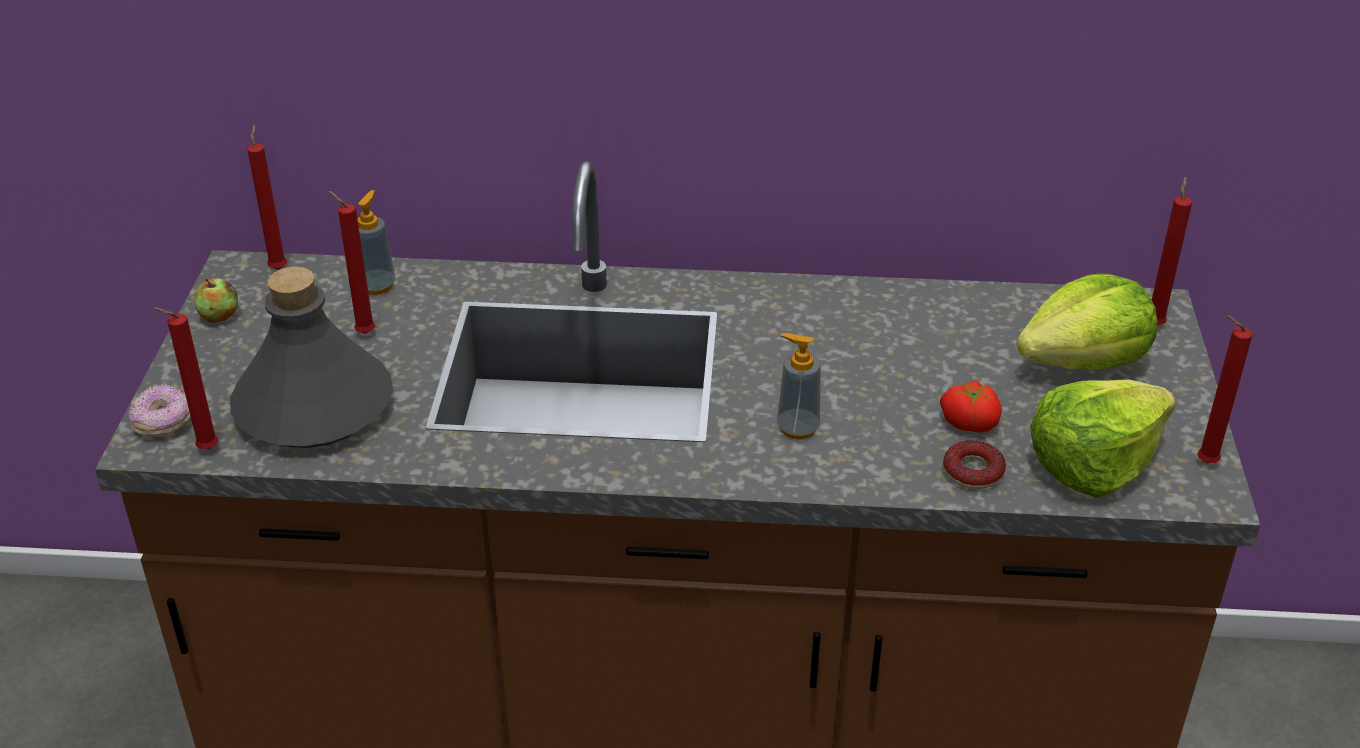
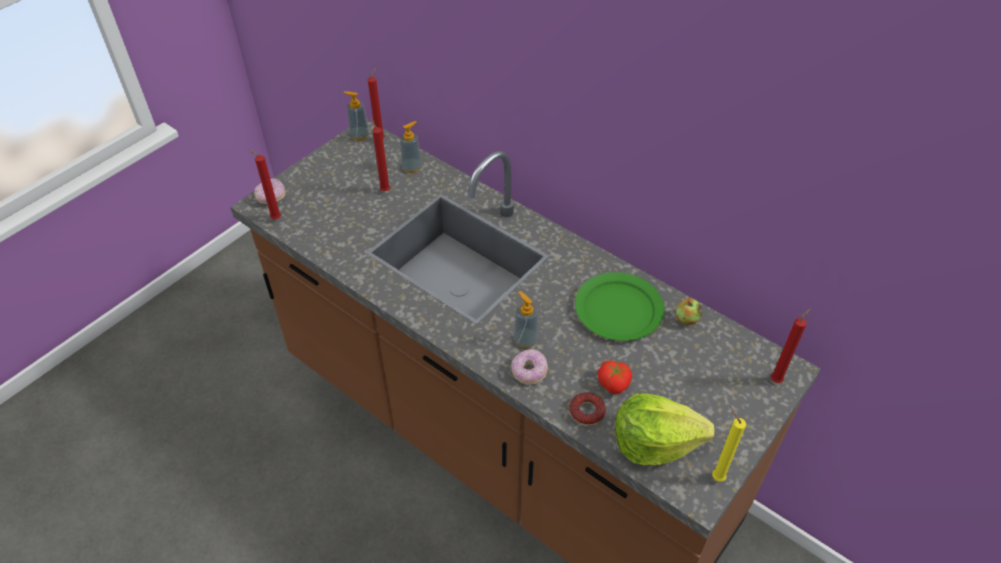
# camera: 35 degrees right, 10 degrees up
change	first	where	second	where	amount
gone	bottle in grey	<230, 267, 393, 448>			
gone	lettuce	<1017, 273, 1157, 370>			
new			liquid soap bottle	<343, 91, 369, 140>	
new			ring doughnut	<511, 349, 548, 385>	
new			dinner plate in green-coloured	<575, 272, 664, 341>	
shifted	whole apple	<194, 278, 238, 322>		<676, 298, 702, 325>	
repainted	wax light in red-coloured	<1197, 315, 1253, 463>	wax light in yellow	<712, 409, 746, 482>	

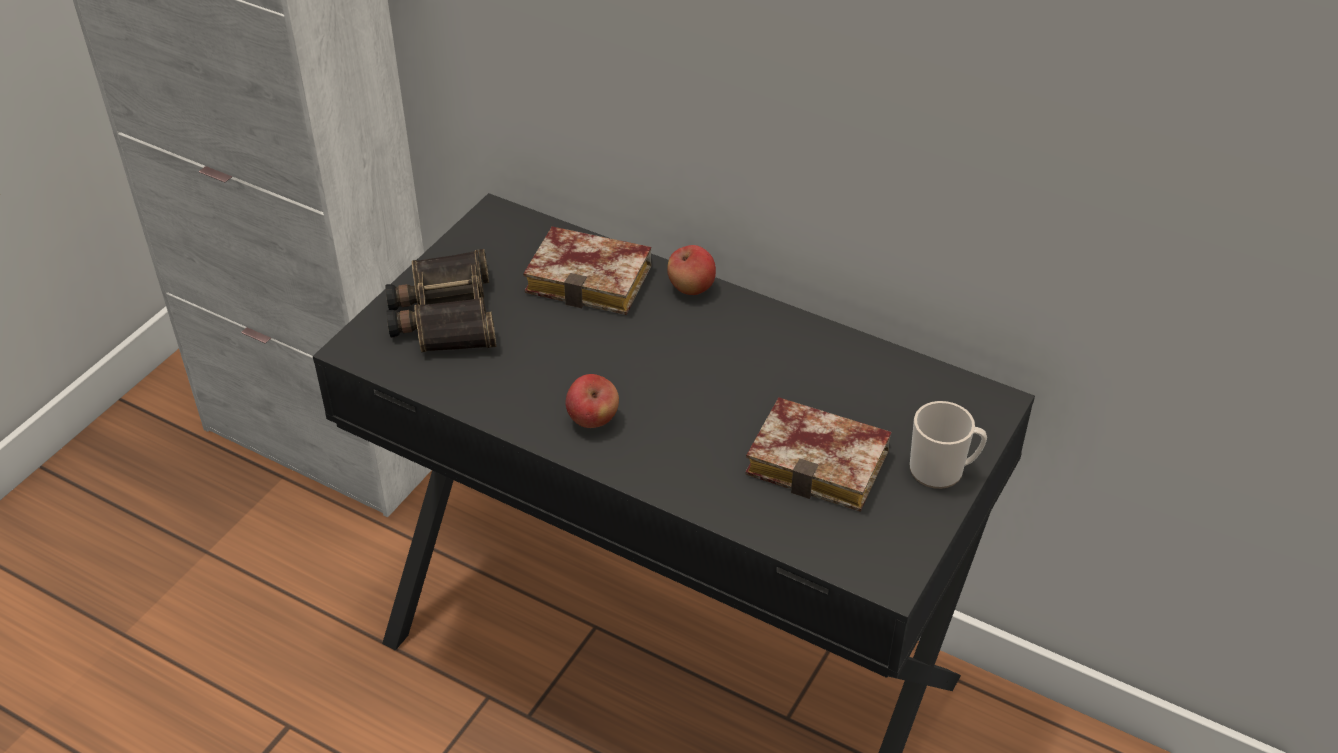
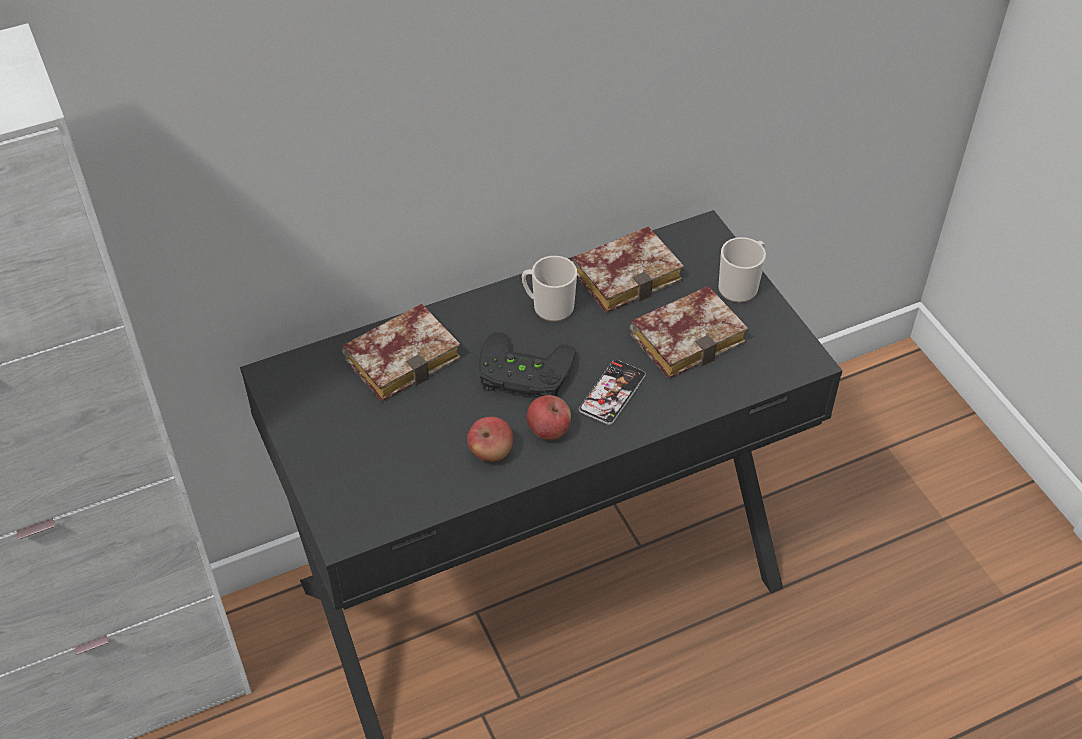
# camera: 55 degrees left, 5 degrees up
change	first	where	second	where	amount
gone	binoculars	<385, 249, 497, 352>			
new			gamepad in blackish	<479, 332, 576, 397>	
new			tea mug	<522, 256, 577, 322>	
new			bound book	<572, 227, 684, 313>	
new			telephone	<579, 360, 646, 425>	
shifted	whole apple	<667, 245, 716, 295>		<467, 417, 513, 462>	

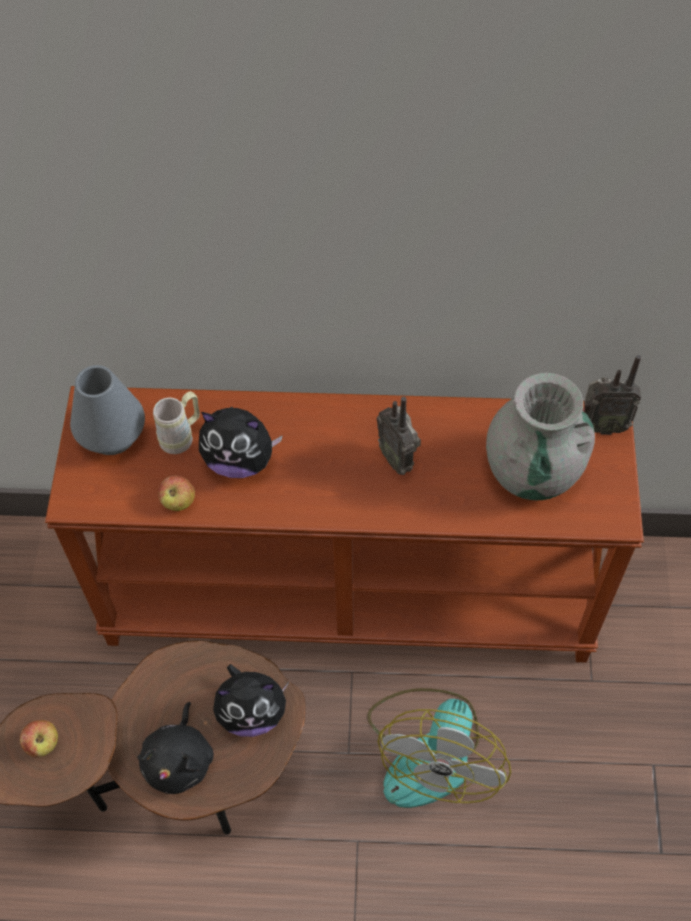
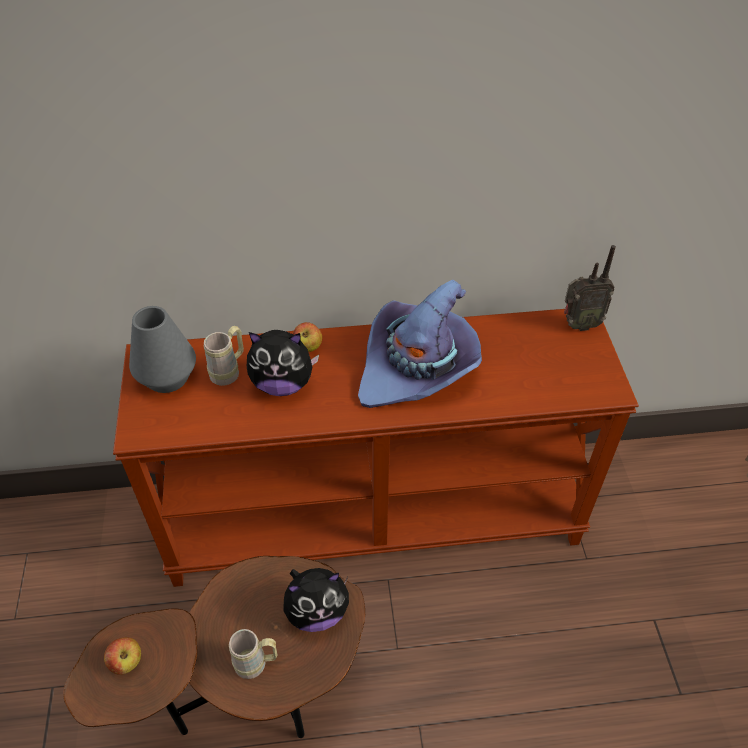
# camera: 10 degrees left, 10 degrees down
change	first	where	second	where	amount
gone	fan	<367, 688, 511, 808>			
gone	decorative vase in grey	<486, 373, 595, 500>			
shifted	whole apple	<158, 475, 195, 511>		<293, 322, 322, 352>	
swapped	soft toy in blackish	<138, 702, 214, 794>	tea mug in sand-coloured	<229, 629, 277, 679>	
swapped	radio	<377, 397, 421, 475>	clothing hat in purple	<358, 280, 482, 408>	

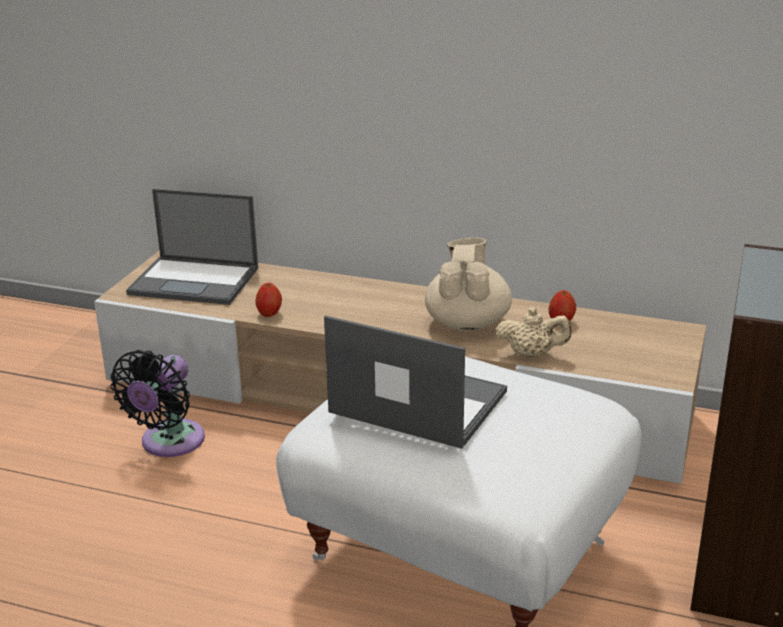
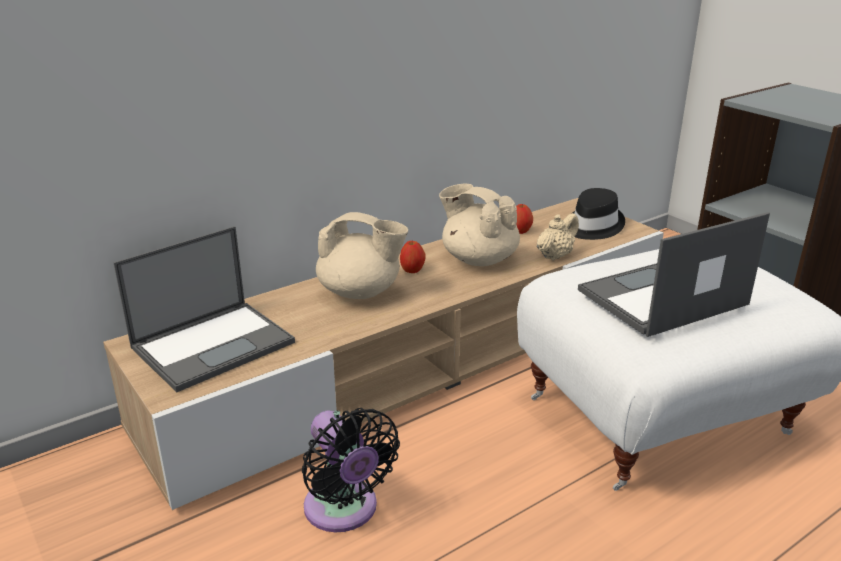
# camera: 55 degrees left, 0 degrees up
change	first	where	second	where	amount
new			pot for tea in sand-coloured	<316, 212, 408, 299>	
new			clothing hat in blackish	<569, 188, 625, 240>	
shifted	whole apple	<255, 283, 282, 317>		<400, 241, 426, 273>	

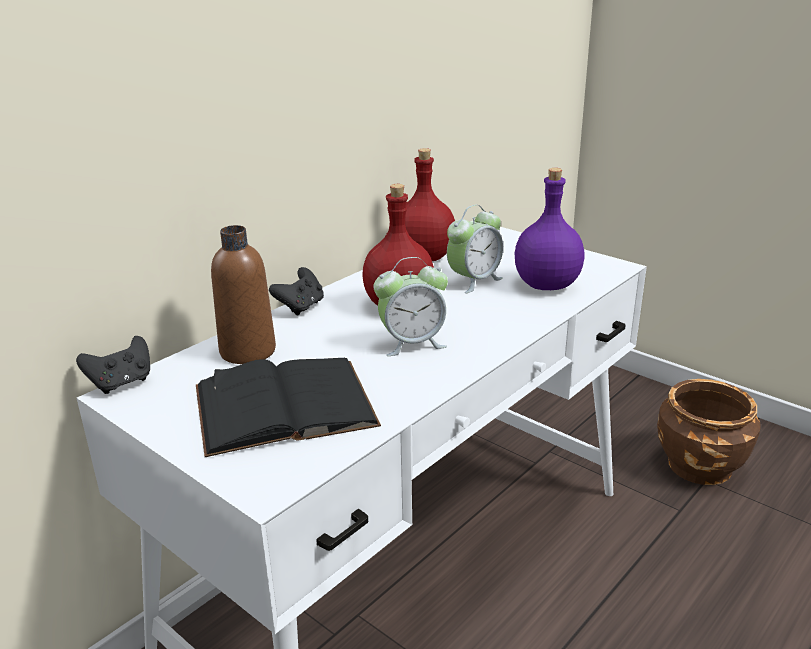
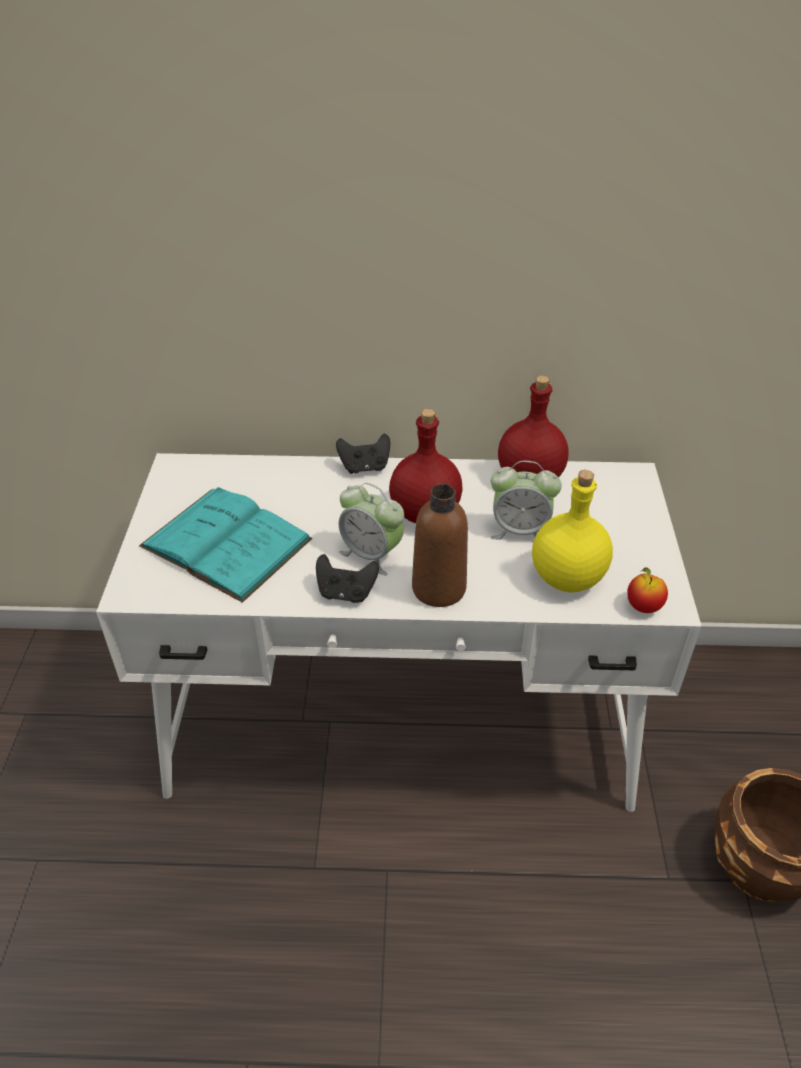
# camera: 50 degrees right, 15 degrees up
change	first	where	second	where	amount
new			whole apple	<627, 567, 668, 613>	
shifted	gamepad in blackish	<76, 336, 150, 394>		<316, 554, 379, 603>	
shifted	bottle in brown	<211, 225, 276, 364>		<412, 484, 468, 607>	
repainted	bound book in blackish	<196, 358, 381, 457>	bound book in turquoise	<139, 487, 312, 603>	
repainted	bottle in purple	<515, 168, 585, 290>	bottle in yellow	<532, 470, 613, 593>	

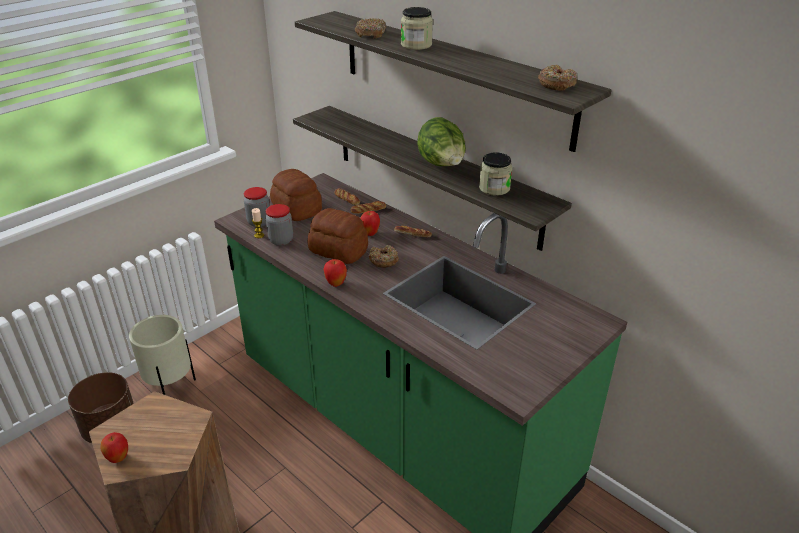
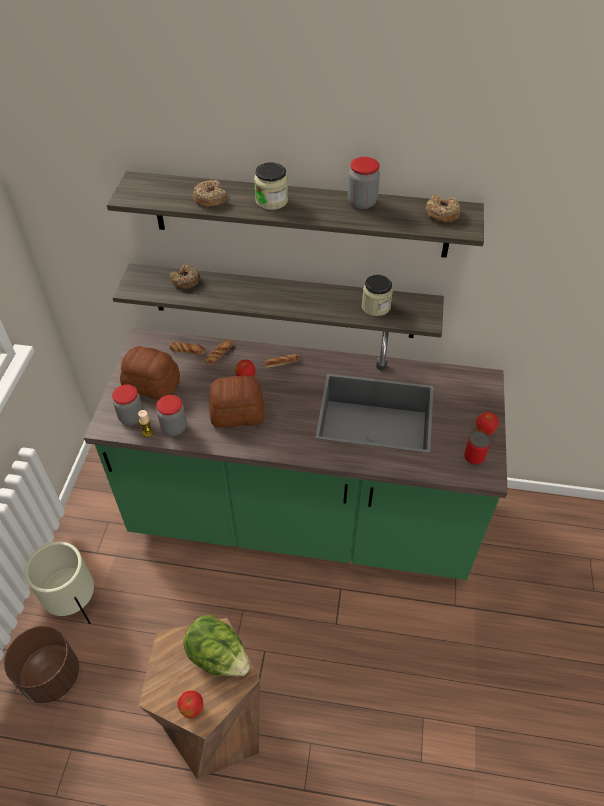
# camera: 35 degrees left, 15 degrees up
change	first	where	second	where	amount
new			jar	<348, 157, 380, 209>	
new			can	<464, 431, 490, 465>	
shifted	whole apple	<324, 259, 347, 287>		<476, 412, 499, 436>	
shifted	ring doughnut	<369, 245, 399, 268>		<170, 264, 200, 289>	
shifted	lettuce	<417, 117, 466, 166>		<183, 615, 250, 676>	

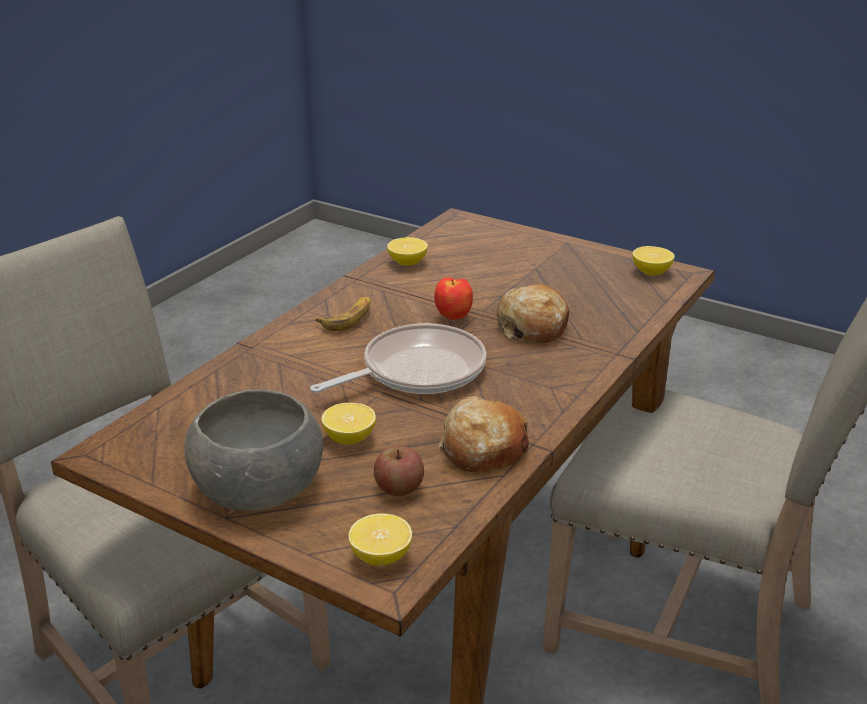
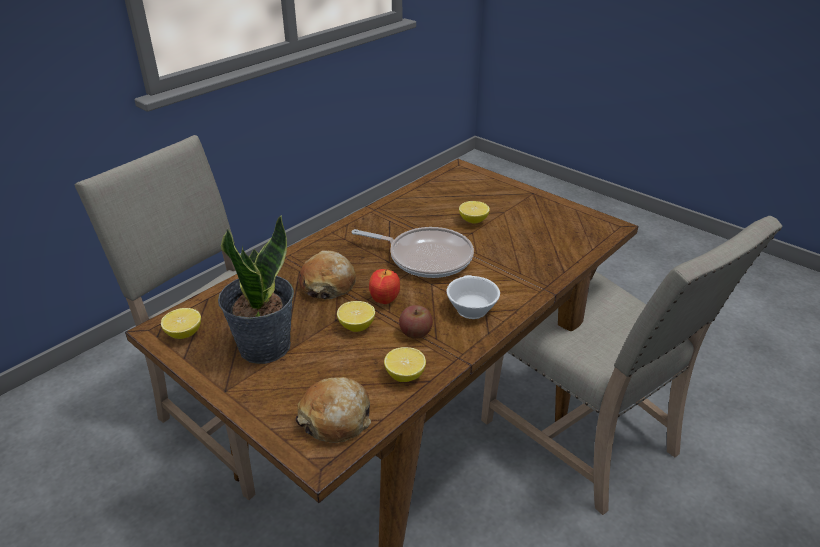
# camera: 170 degrees left, 5 degrees up
change	first	where	second	where	amount
gone	serving bowl in grey	<184, 389, 323, 511>			
new			potted plant	<218, 215, 294, 364>	
shifted	citrus fruit	<348, 513, 412, 566>		<337, 301, 375, 332>	
shifted	whole apple	<374, 446, 424, 496>		<399, 305, 433, 339>	
shifted	bread	<439, 396, 529, 472>		<296, 377, 371, 443>	
swapped	banana	<316, 297, 370, 331>	cup in whitish	<447, 275, 500, 319>	
rotated	skillet	<310, 323, 486, 394>		<352, 227, 474, 278>	135 degrees counterclockwise

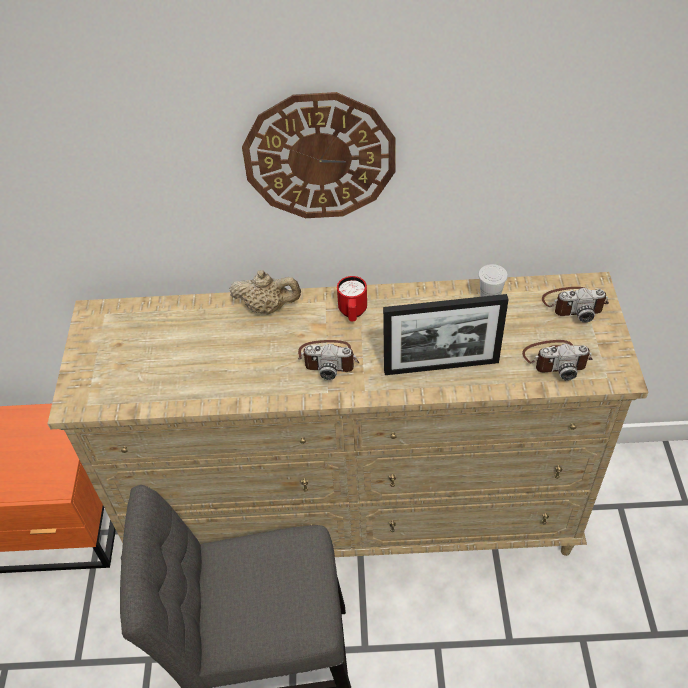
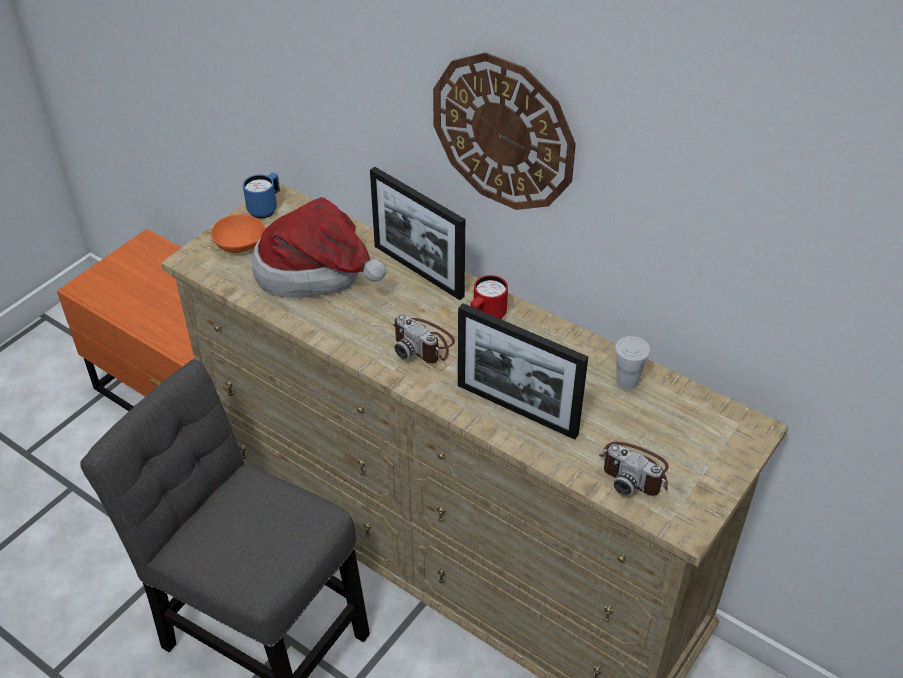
# camera: 35 degrees right, 5 degrees down
change	first	where	second	where	amount
gone	photo camera	<542, 287, 609, 323>			
new			serving bowl in orange	<211, 214, 265, 253>	
new			tea mug in blue	<243, 173, 280, 219>	
new			clothing hat	<252, 197, 386, 298>	
swapped	pot for tea in sand-coloured	<229, 270, 301, 314>	photo frame	<370, 167, 465, 300>	

